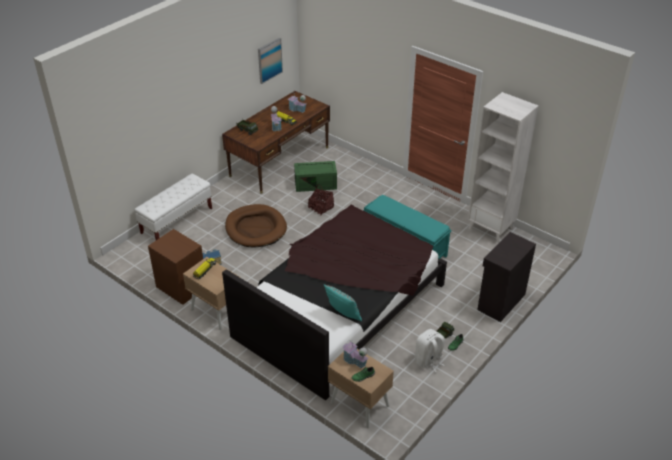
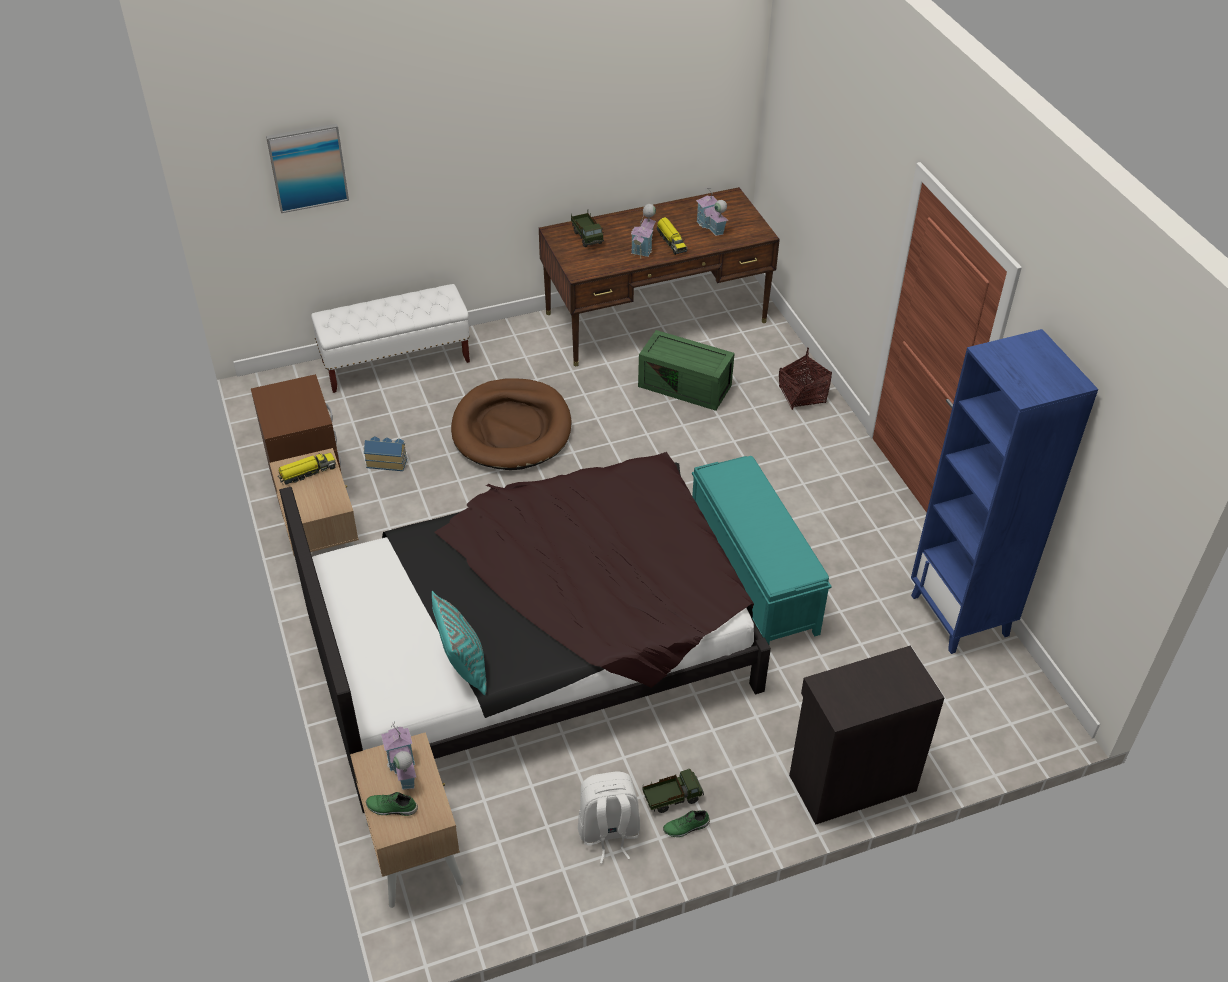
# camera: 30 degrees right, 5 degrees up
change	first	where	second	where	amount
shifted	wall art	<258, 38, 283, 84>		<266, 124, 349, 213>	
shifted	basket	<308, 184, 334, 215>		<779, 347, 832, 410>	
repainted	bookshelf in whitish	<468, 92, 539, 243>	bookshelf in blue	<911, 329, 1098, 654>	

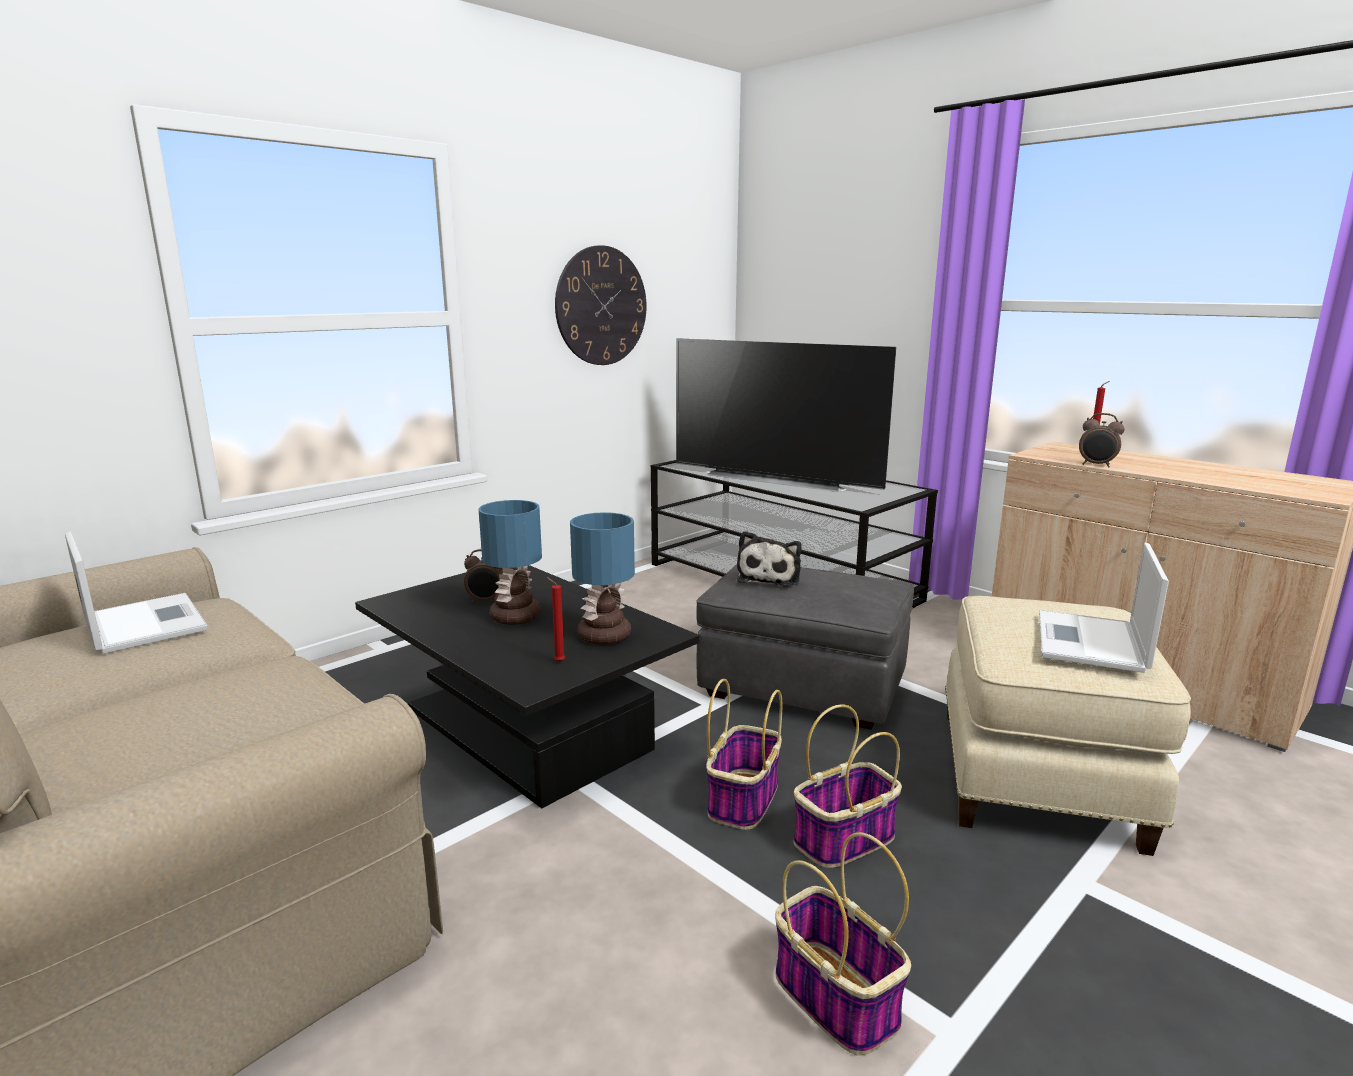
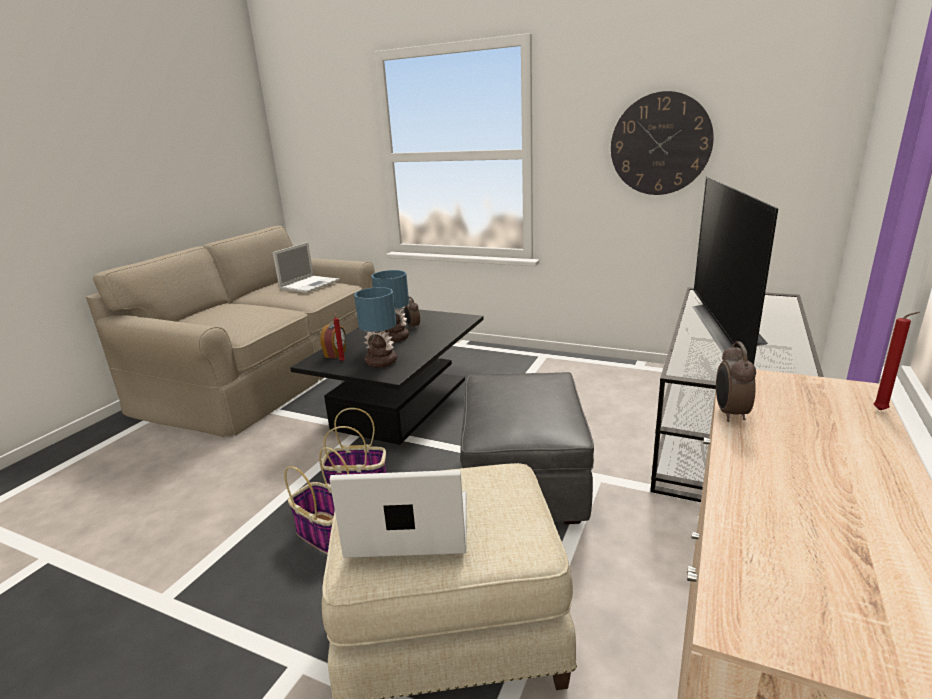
# camera: 70 degrees right, 5 degrees up
change	first	where	second	where	amount
gone	soft toy	<737, 531, 802, 587>			
gone	basket	<775, 832, 911, 1055>			
new			table clock	<320, 324, 346, 359>	

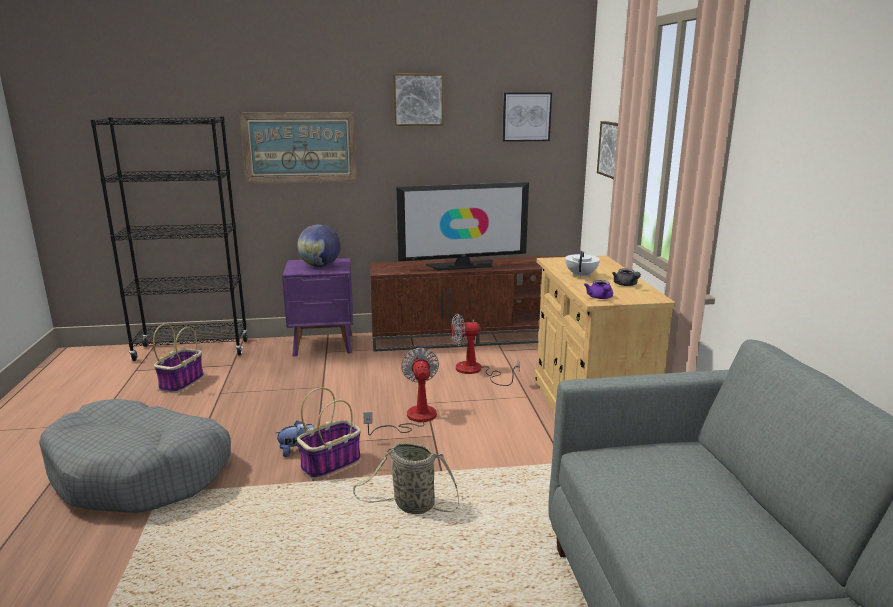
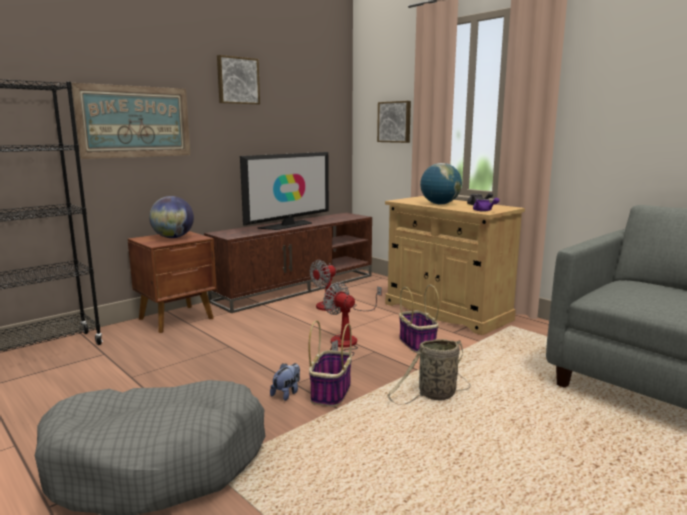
# camera: 35 degrees left, 5 degrees down
change	first	where	second	where	amount
gone	wall art	<502, 92, 552, 142>			
shifted	basket	<153, 324, 204, 393>		<399, 285, 439, 353>	
swapped	pot for tea in whitish	<565, 251, 600, 278>	globe	<420, 163, 462, 205>	
repainted	night table in purple	<282, 258, 353, 357>	night table in brown	<128, 231, 217, 333>	

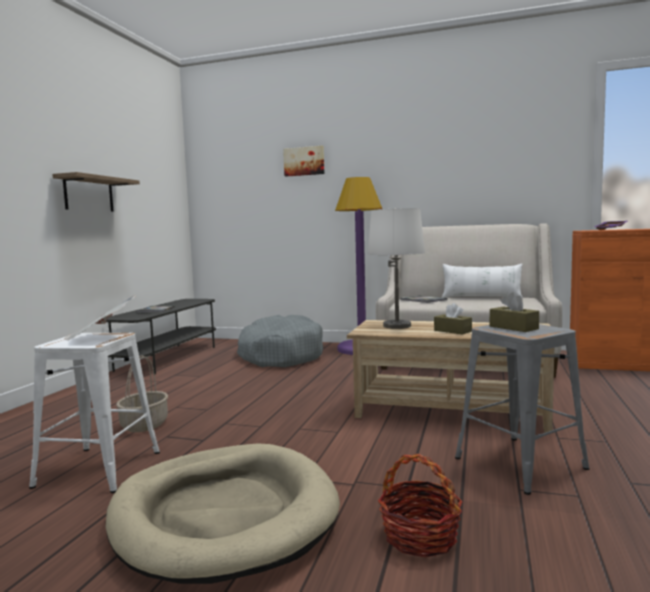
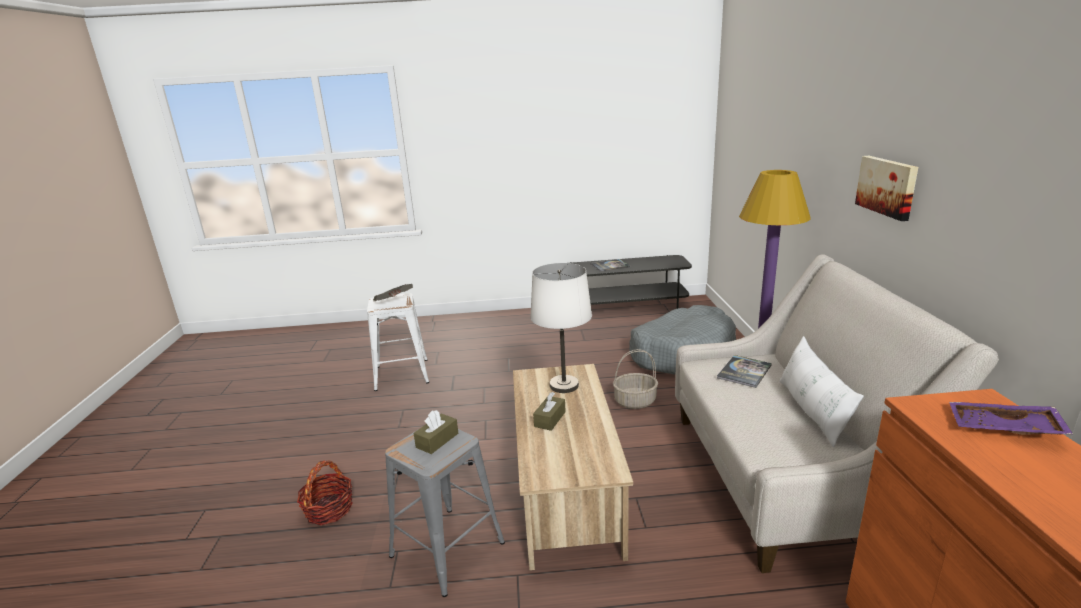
# camera: 70 degrees right, 15 degrees up
change	first	where	second	where	amount
gone	shelf	<52, 172, 140, 211>			
gone	dog cushion in sand-coloured	<105, 443, 340, 584>			
shifted	basket	<116, 356, 168, 432>		<613, 349, 658, 409>	
shifted	wall art	<283, 146, 324, 177>		<855, 156, 918, 221>	

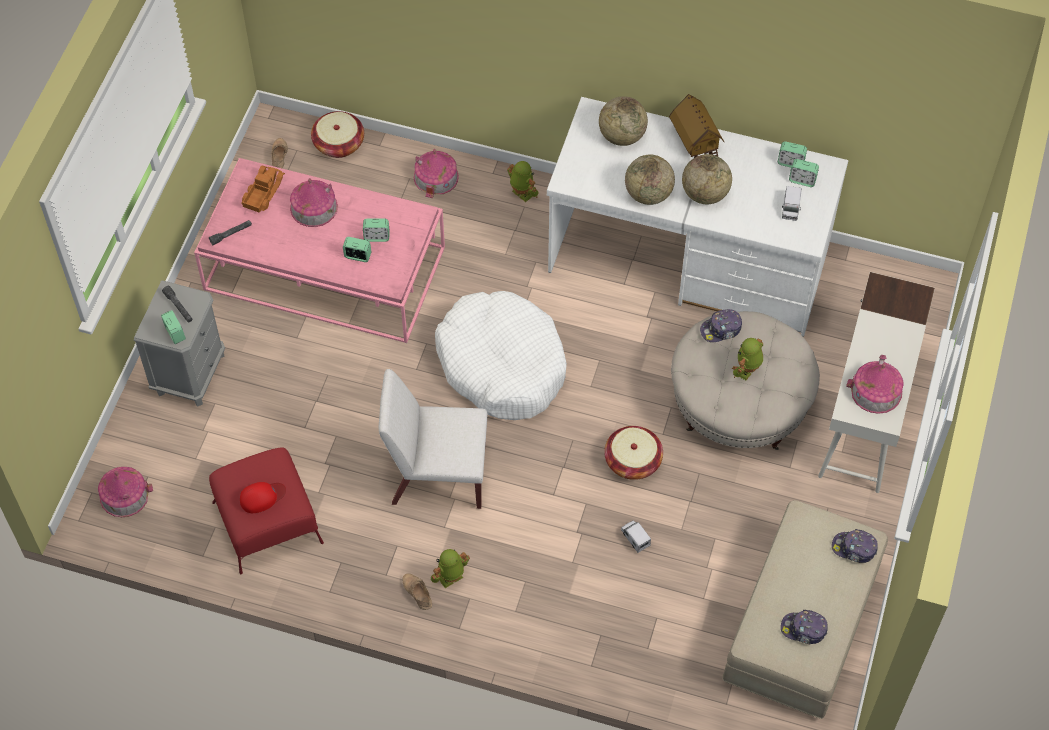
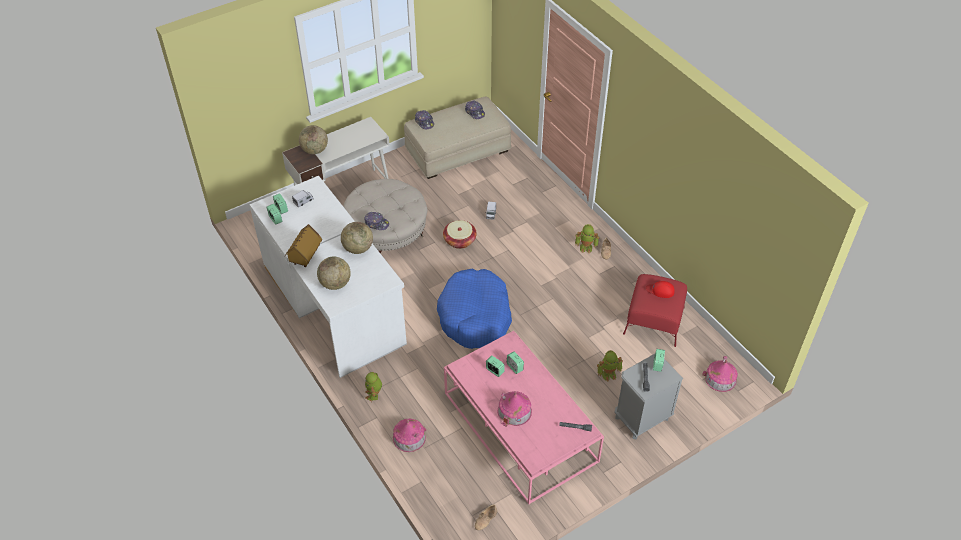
# camera: 140 degrees left, 10 degrees down
change	first	where	second	where	amount
gone	model truck	<241, 165, 285, 213>			
gone	basket	<311, 111, 364, 158>			
gone	upright chair in whitish	<379, 369, 488, 509>			
gone	miniature house	<846, 355, 904, 414>			
shifted	globe	<682, 154, 732, 204>		<299, 125, 328, 154>	
shifted	robot figure	<732, 338, 763, 380>		<597, 350, 623, 382>	
repainted	dog cushion in whitish	<435, 291, 567, 420>	dog cushion in blue	<437, 269, 512, 349>	

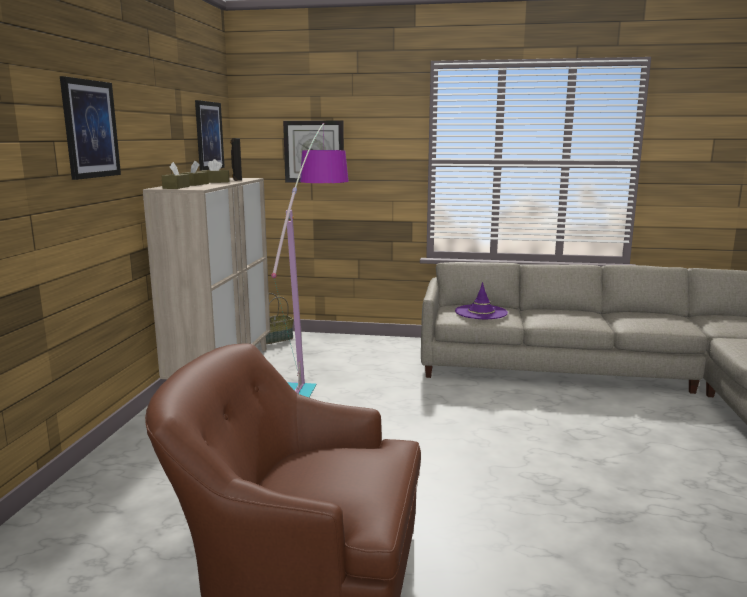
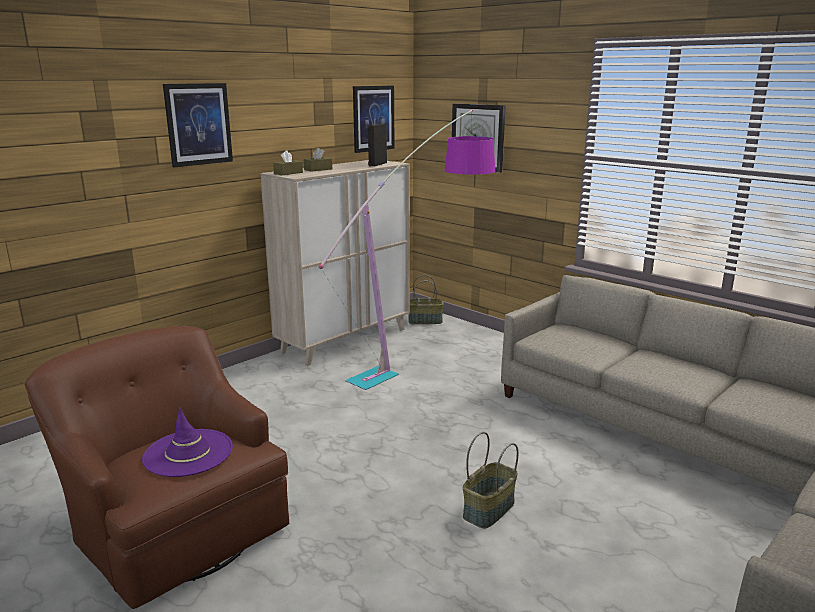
# camera: 35 degrees right, 5 degrees up
change	first	where	second	where	amount
gone	tissue box in brown	<201, 159, 229, 183>			
new			basket	<463, 432, 518, 529>	
shifted	clothing hat in purple	<455, 282, 508, 319>		<142, 408, 233, 477>	

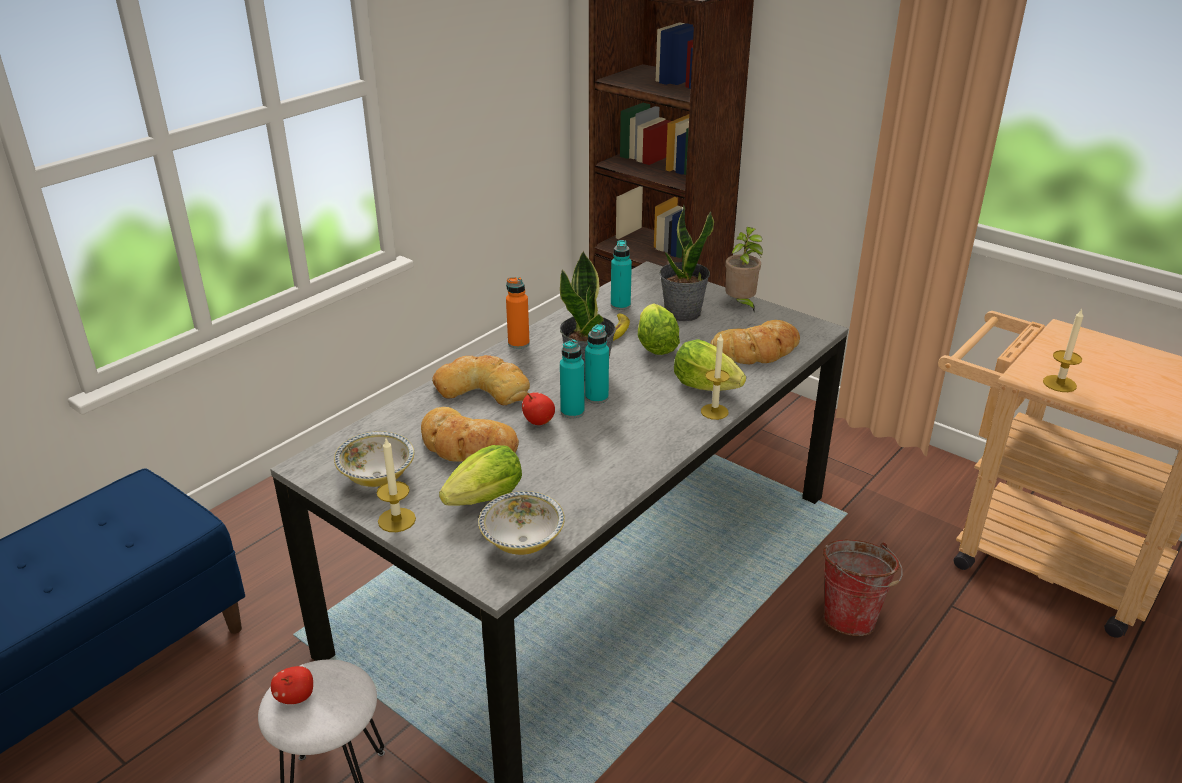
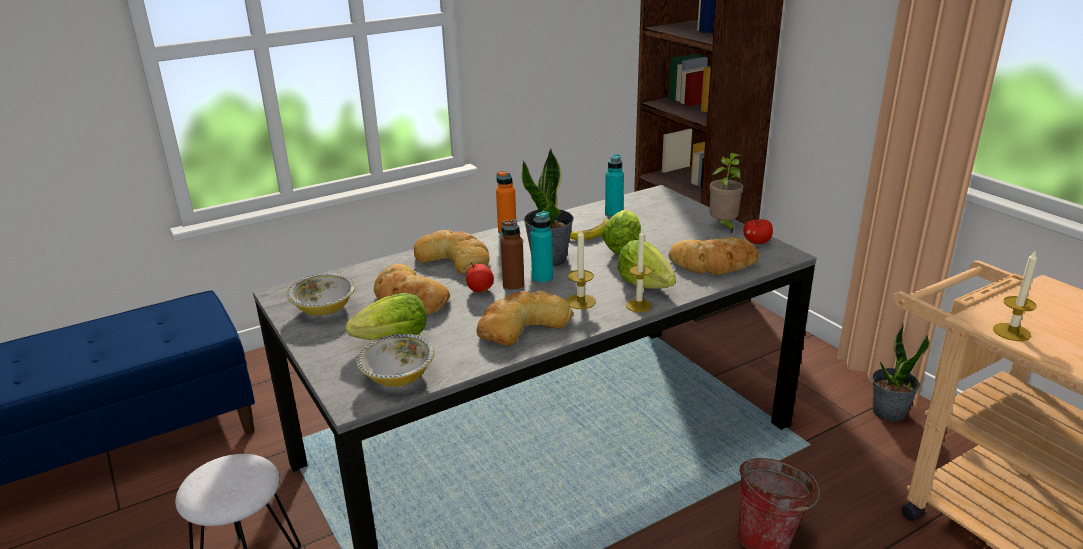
# camera: 20 degrees right, 5 degrees down
change	first	where	second	where	amount
new			bread	<477, 291, 573, 346>	
shifted	whole apple	<271, 666, 313, 704>		<743, 219, 773, 244>	
shifted	wax light	<377, 439, 416, 532>		<566, 229, 596, 309>	
shifted	potted plant	<659, 204, 714, 321>		<872, 323, 930, 422>	
repainted	bottle in turquoise	<560, 339, 585, 418>	bottle in brown	<501, 219, 524, 292>	

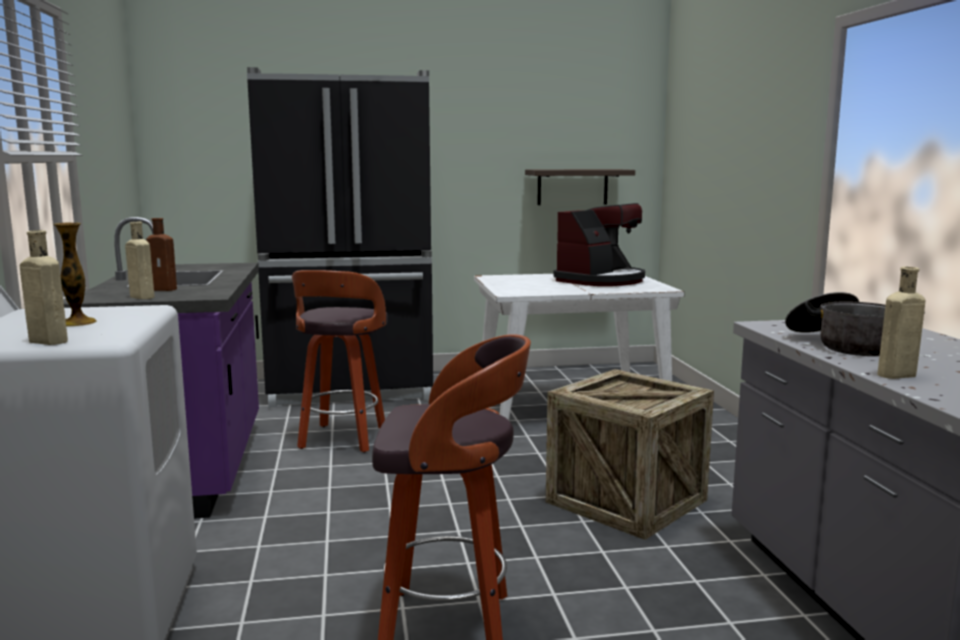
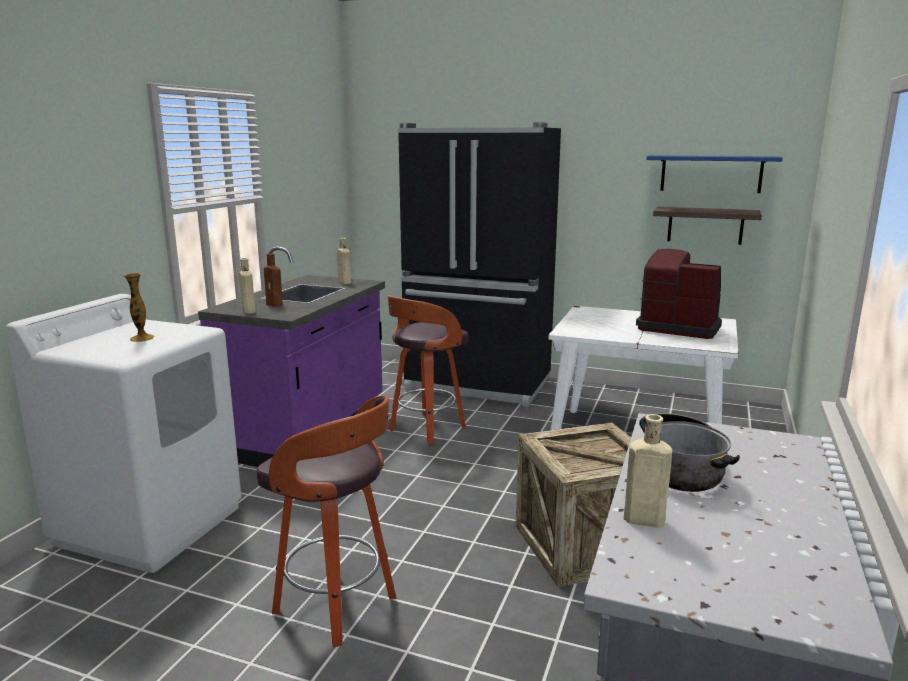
# camera: 30 degrees right, 5 degrees up
change	first	where	second	where	amount
new			shelf in blue	<647, 155, 783, 193>	
shifted	bottle in sand-coloured	<20, 230, 68, 345>		<337, 238, 351, 284>	
rotated	coffee brewer	<554, 203, 645, 286>		<636, 249, 722, 339>	135 degrees counterclockwise

